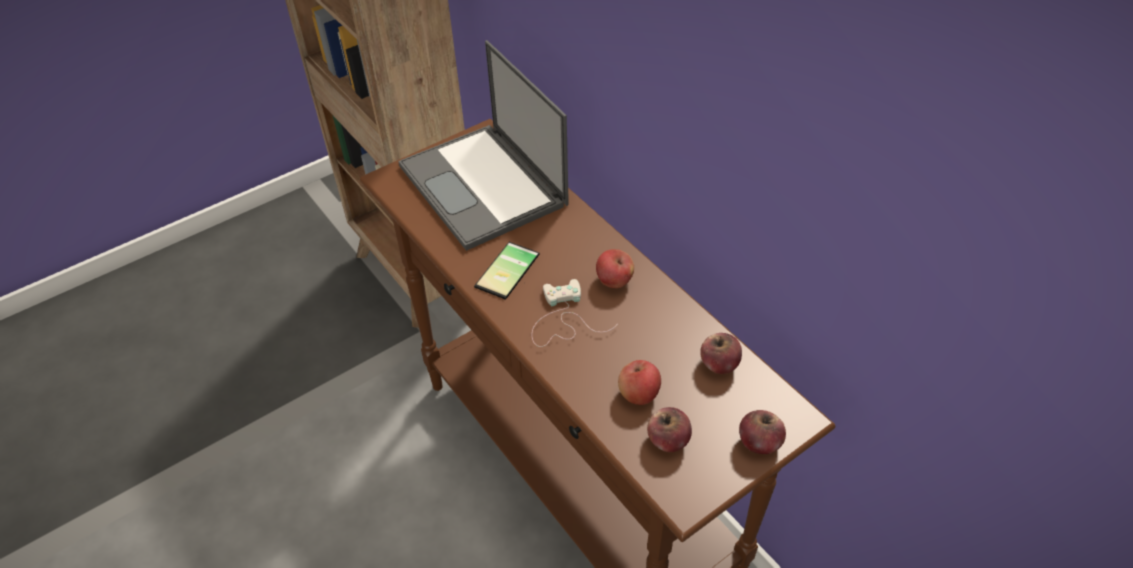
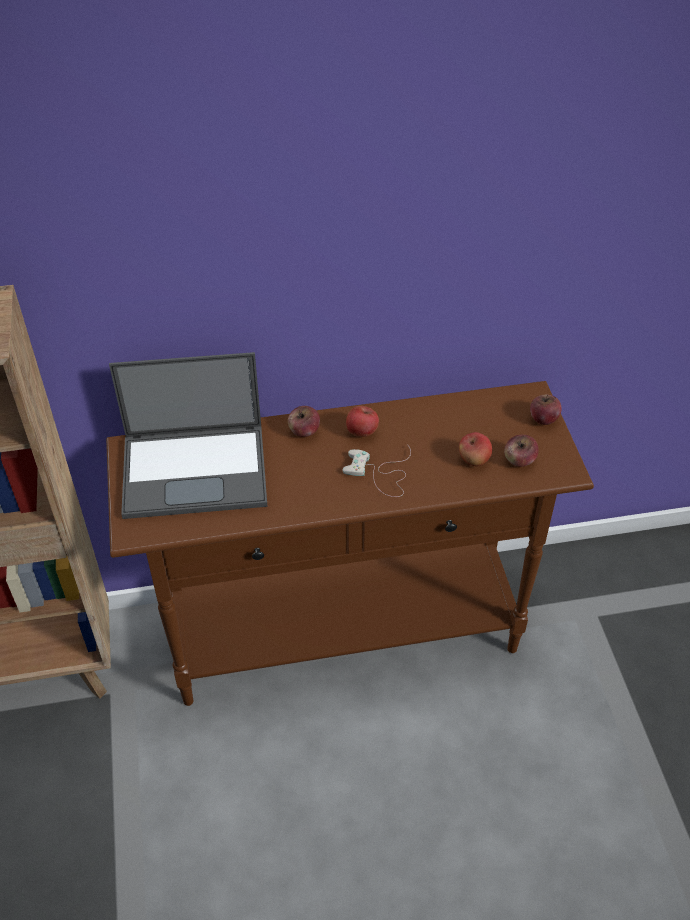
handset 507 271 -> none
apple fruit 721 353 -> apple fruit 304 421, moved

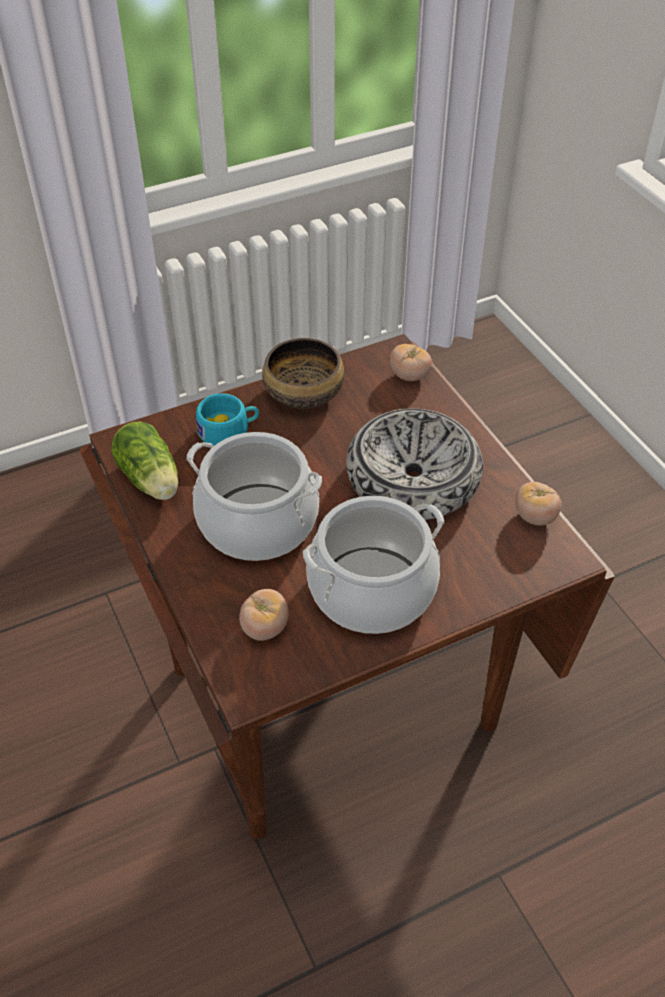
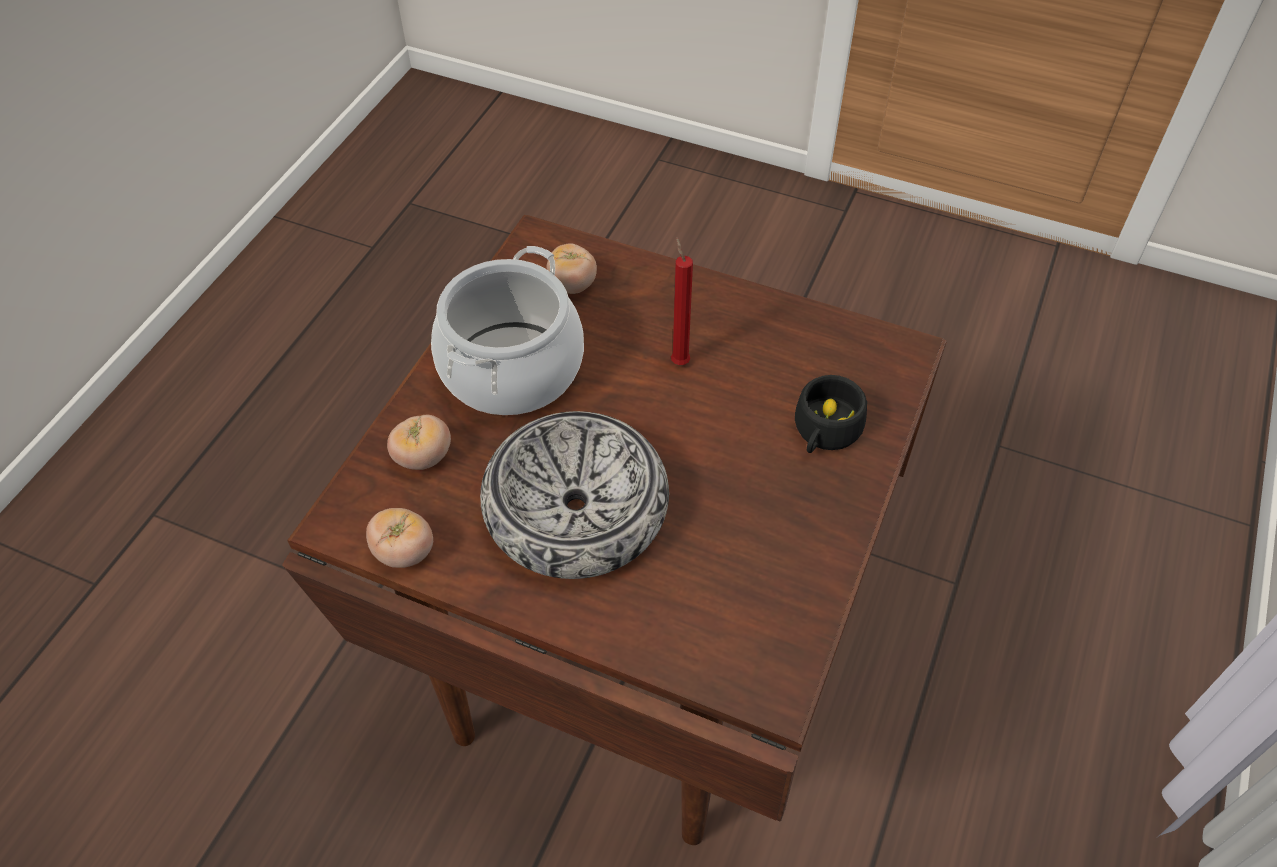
deep dish 303 373 -> none
whole tomato 410 362 -> whole tomato 419 442, moved
turquoise-coloured small cup 227 419 -> black-coloured small cup 831 414
head of lettuce 144 461 -> none
saucepot 254 496 -> red candle 682 301

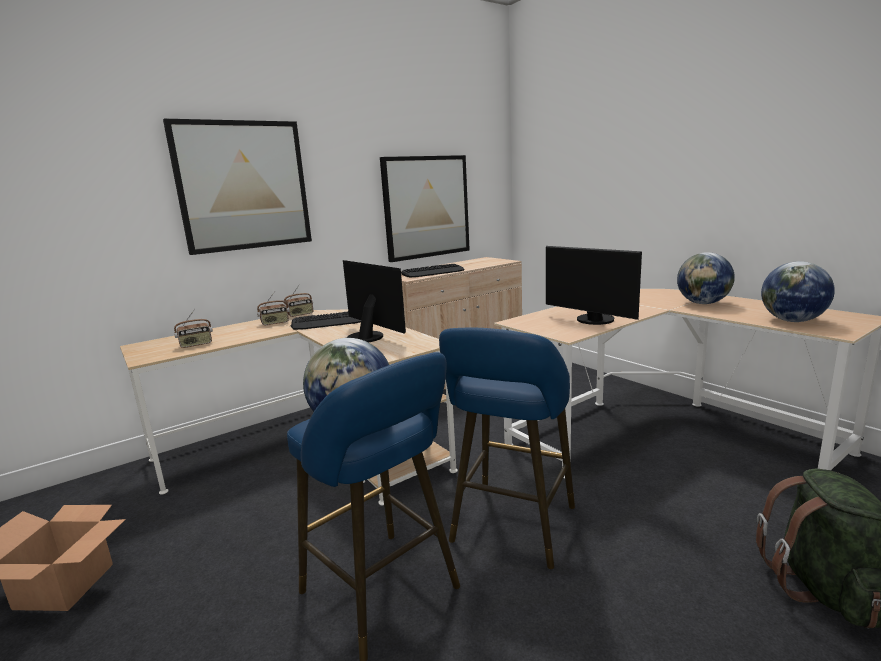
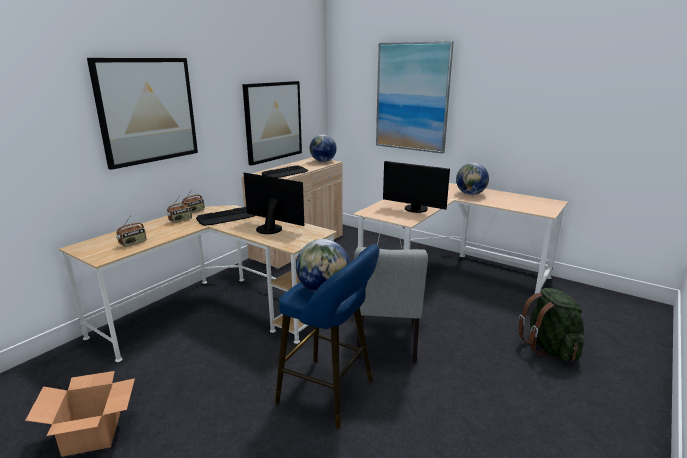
desk globe 798 291 -> desk globe 323 148, moved
bluish sitting stool 507 448 -> greyish plain chair 391 305
none -> wall art 415 97

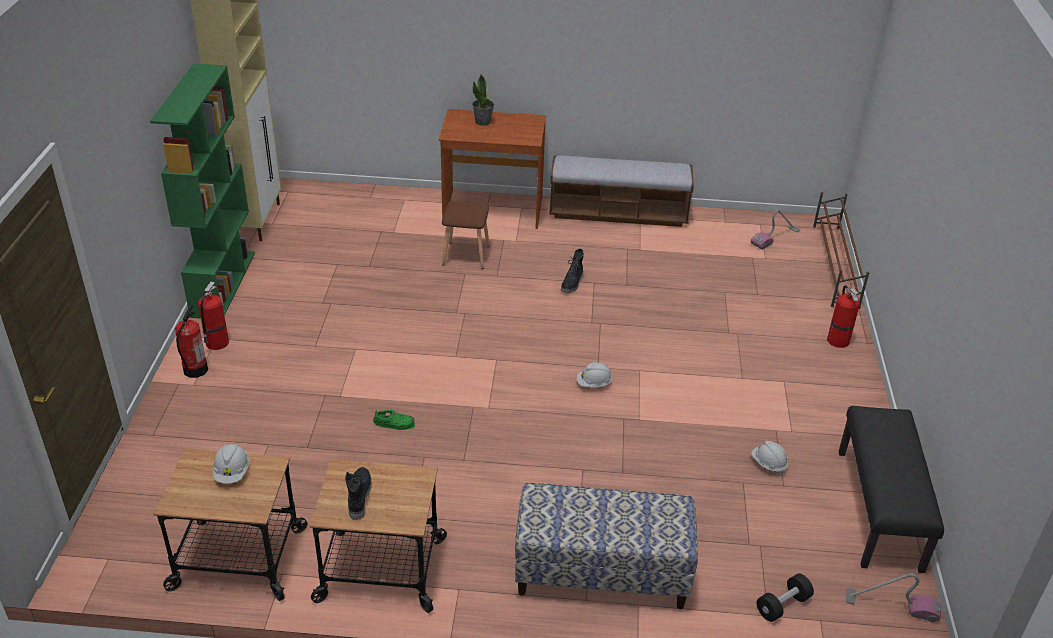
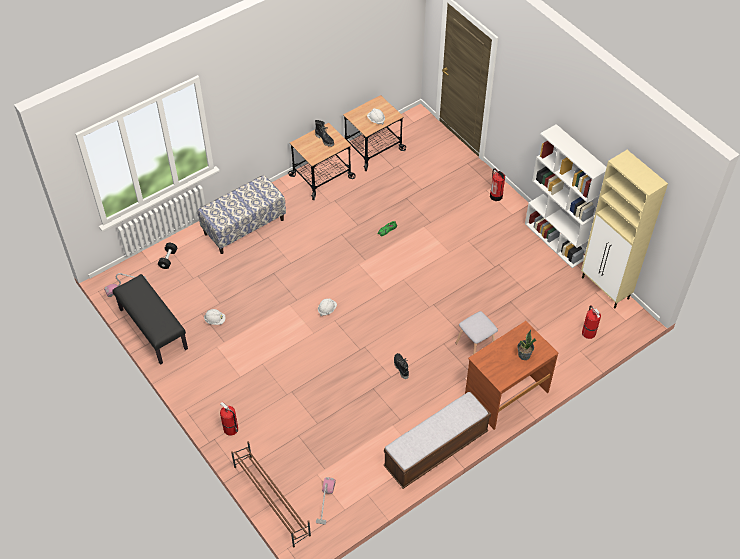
green bookshelf 202 191 -> white-coloured bookshelf 565 196
brown sitting stool 466 235 -> greyish sitting stool 477 332
fire extinguisher 213 316 -> fire extinguisher 591 322, moved

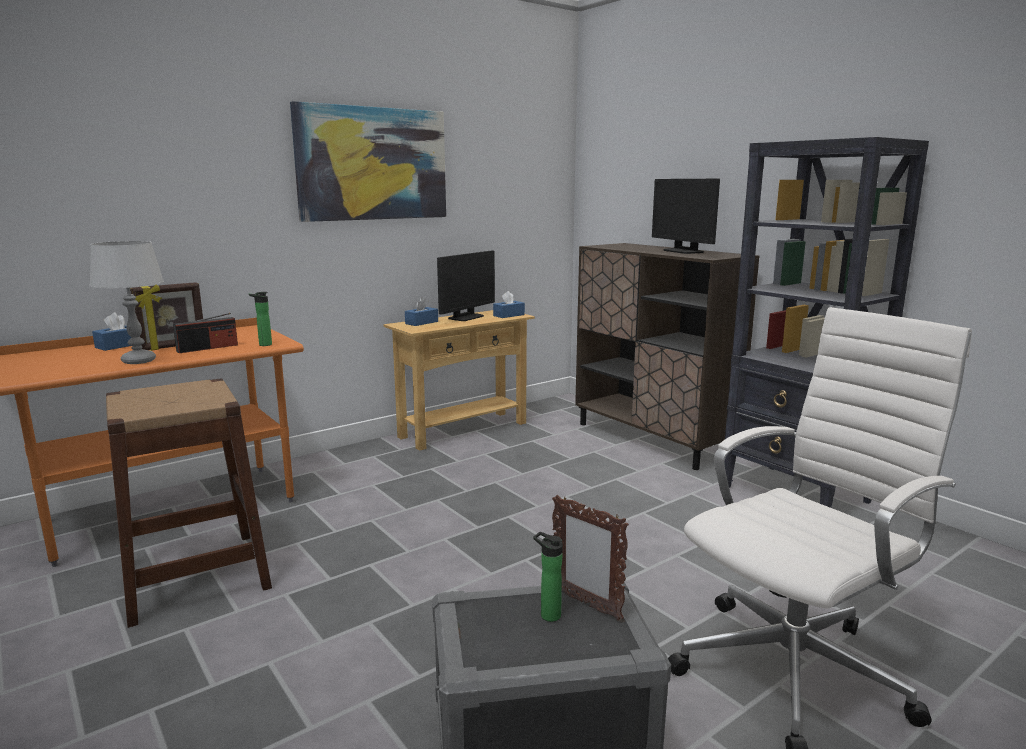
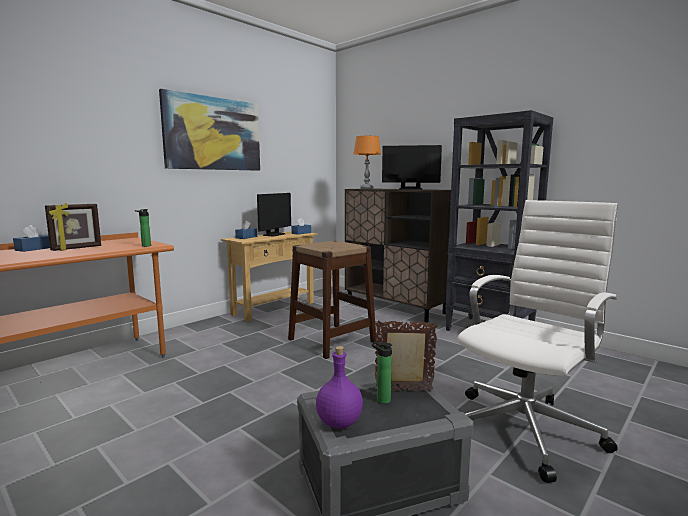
computer display 686 216 -> computer display 412 167, 135 degrees clockwise
greyish tabletop lamp 126 302 -> none
radio receiver 205 333 -> none
brown sitting stool 189 503 -> brown sitting stool 332 300, moved
picture frame 590 558 -> picture frame 406 356, 150 degrees clockwise
none -> orange tabletop lamp 367 162
none -> purple beverage bottle 339 387

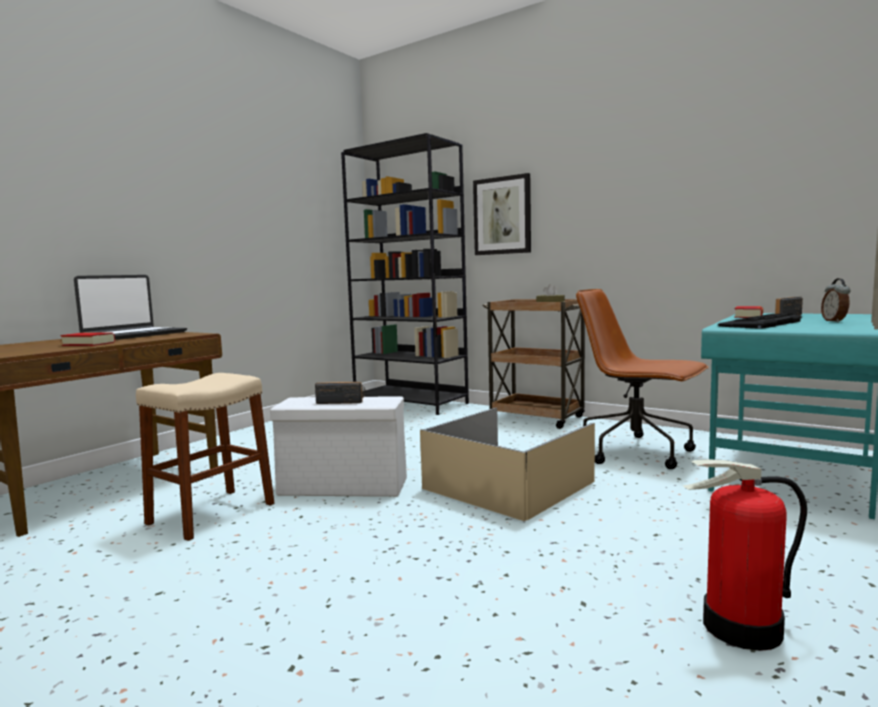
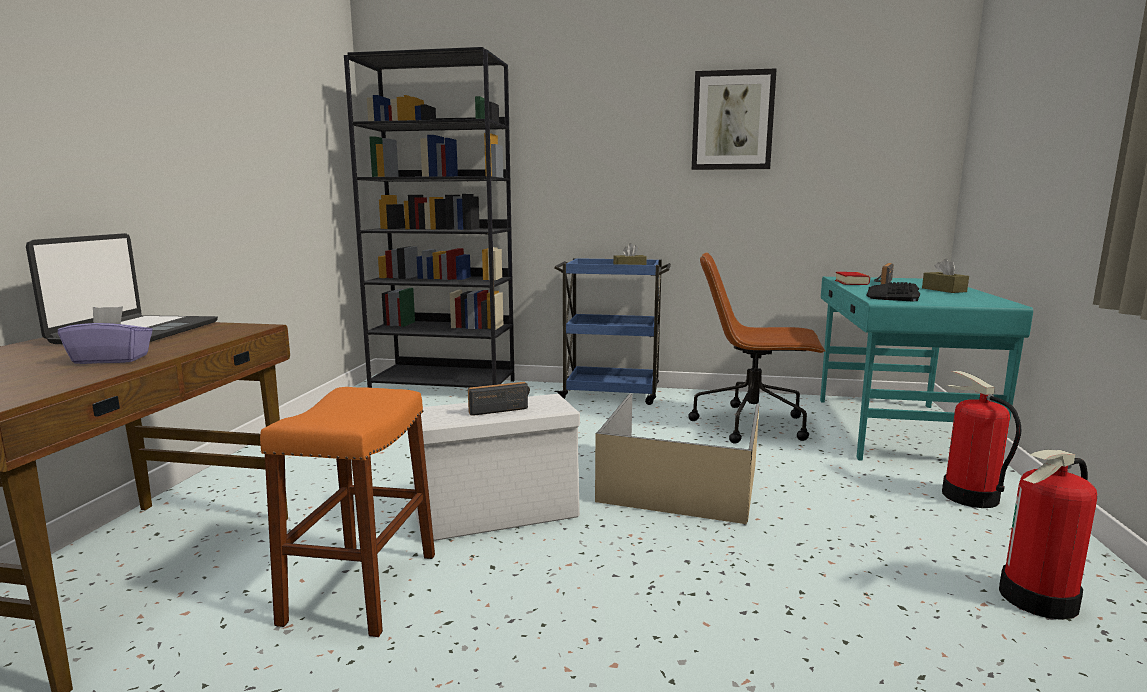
wall art 502 214 -> wall art 734 119, moved
alarm clock 836 300 -> brown tissue box 945 276
brown cart 534 364 -> bluish cart 612 331
volume 87 339 -> purple tissue box 105 335
beige-coloured sitting stool 205 457 -> orange sitting stool 347 512
none -> fire extinguisher 981 439

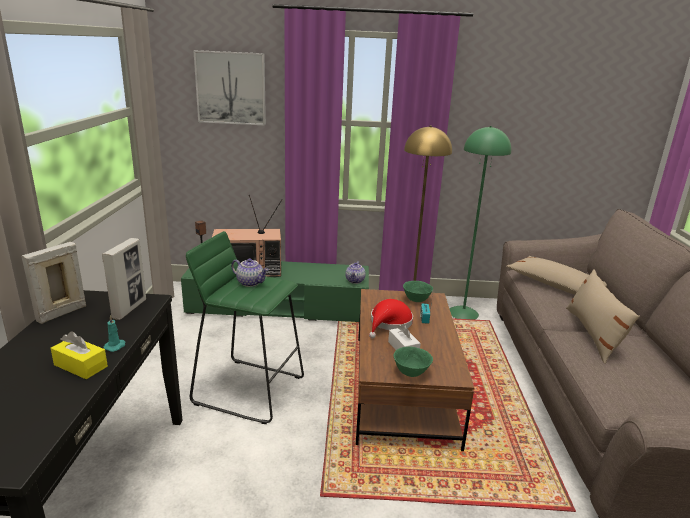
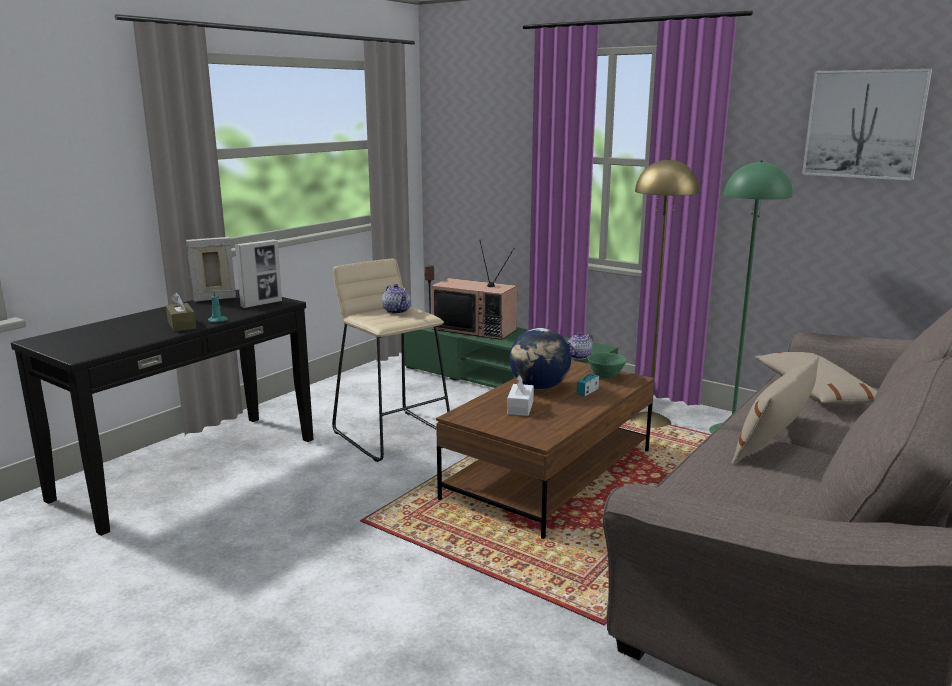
wall art 229 88 -> wall art 867 125, moved
green sitting stool 245 327 -> beige-coloured sitting stool 391 360
red wearable hat 391 319 -> desk globe 540 358
yellowish tissue box 79 355 -> brown tissue box 181 312
green deep dish 413 362 -> none

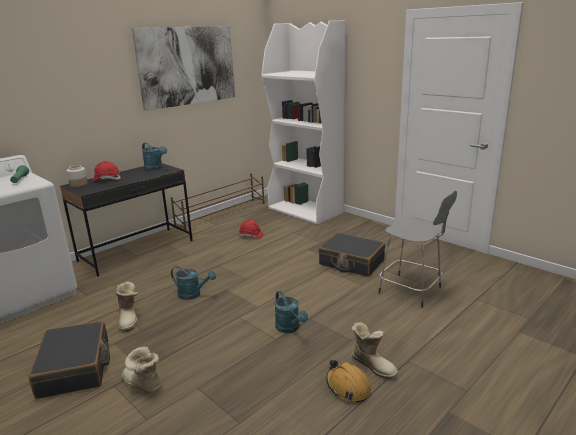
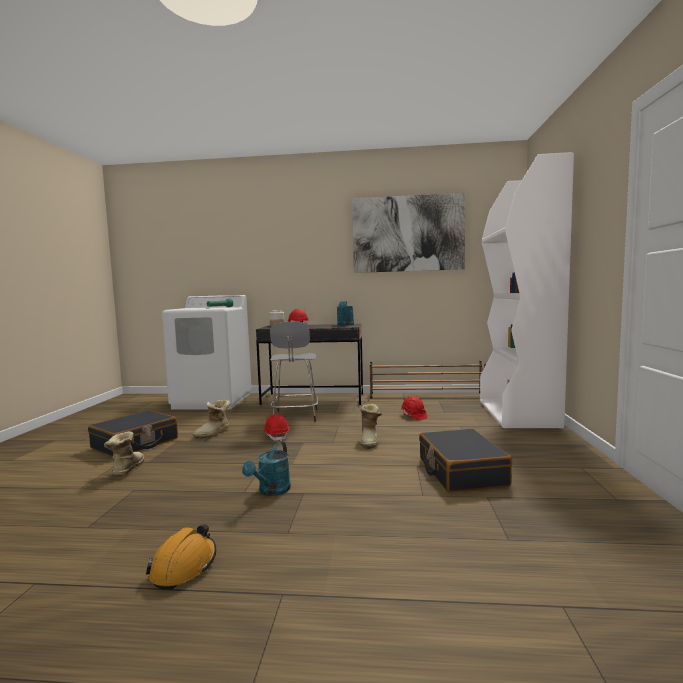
greyish sitting stool 417 249 -> greyish sitting stool 294 372, moved
turquoise-coloured watering pot 193 283 -> red safety helmet 277 427
boot 374 351 -> boot 371 426, moved

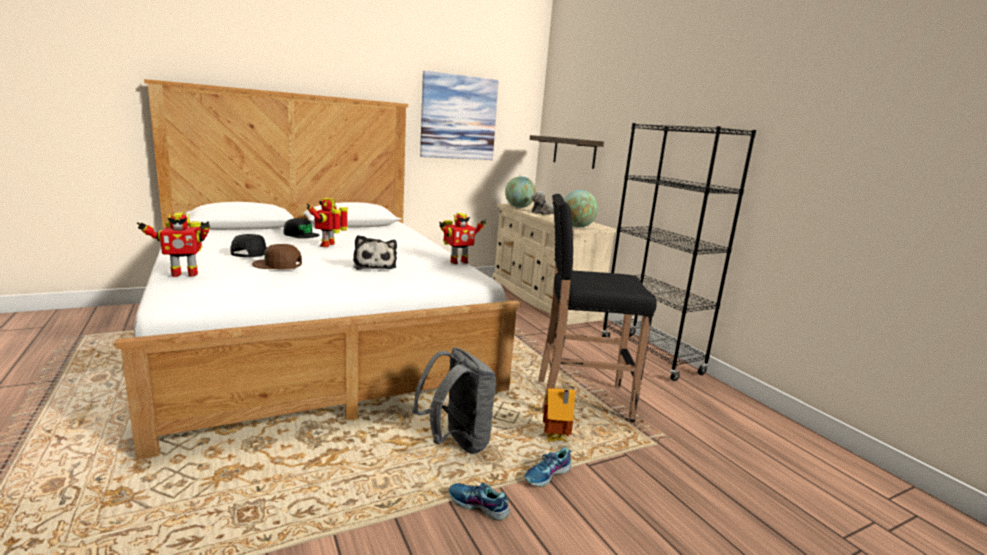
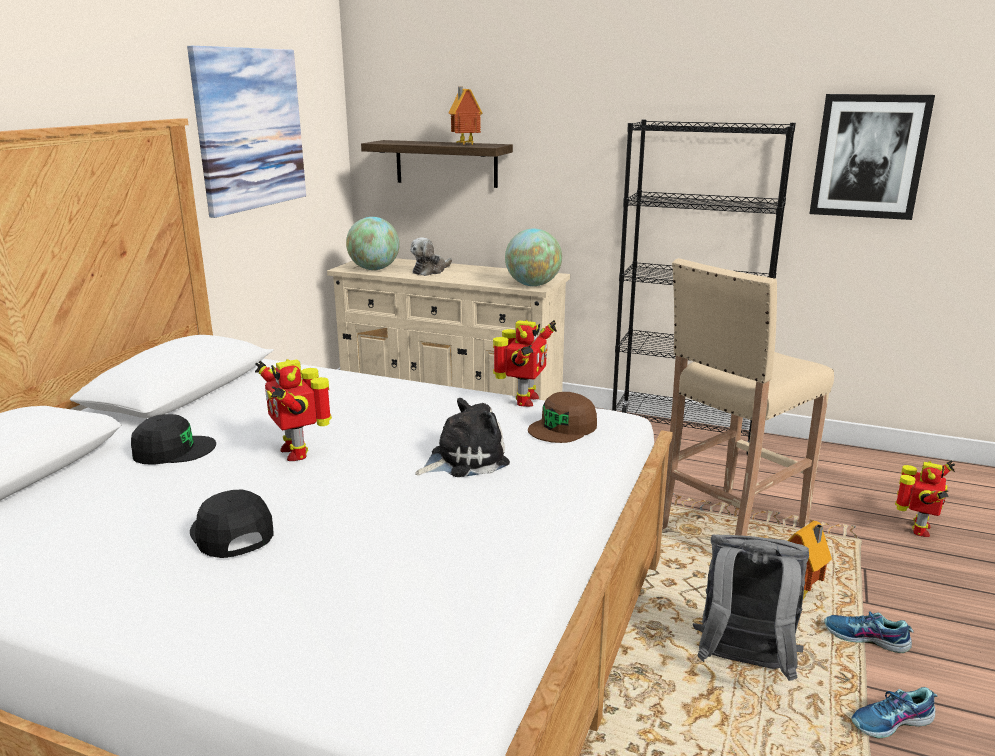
black-coloured sitting stool 597 308 -> beige-coloured sitting stool 748 397
robot figure 173 244 -> robot figure 925 498, moved
plush toy 375 252 -> plush toy 462 437, 60 degrees counterclockwise
brown baseball cap 277 257 -> brown baseball cap 562 417, moved
low shoe 548 467 -> low shoe 869 632, 105 degrees clockwise
none -> model house 466 115
none -> wall art 872 157

